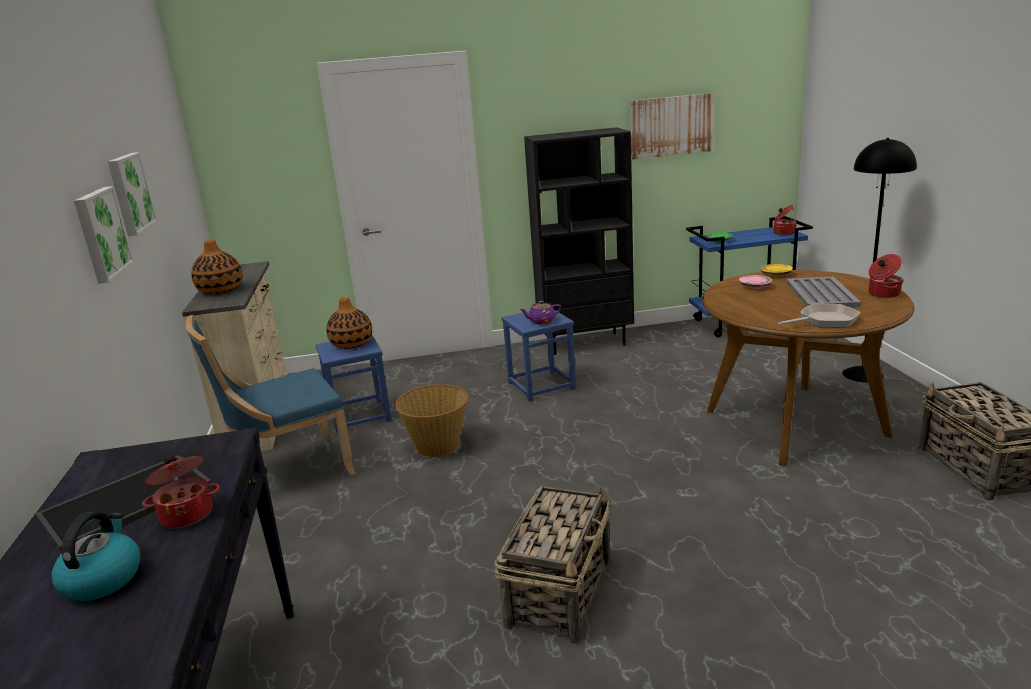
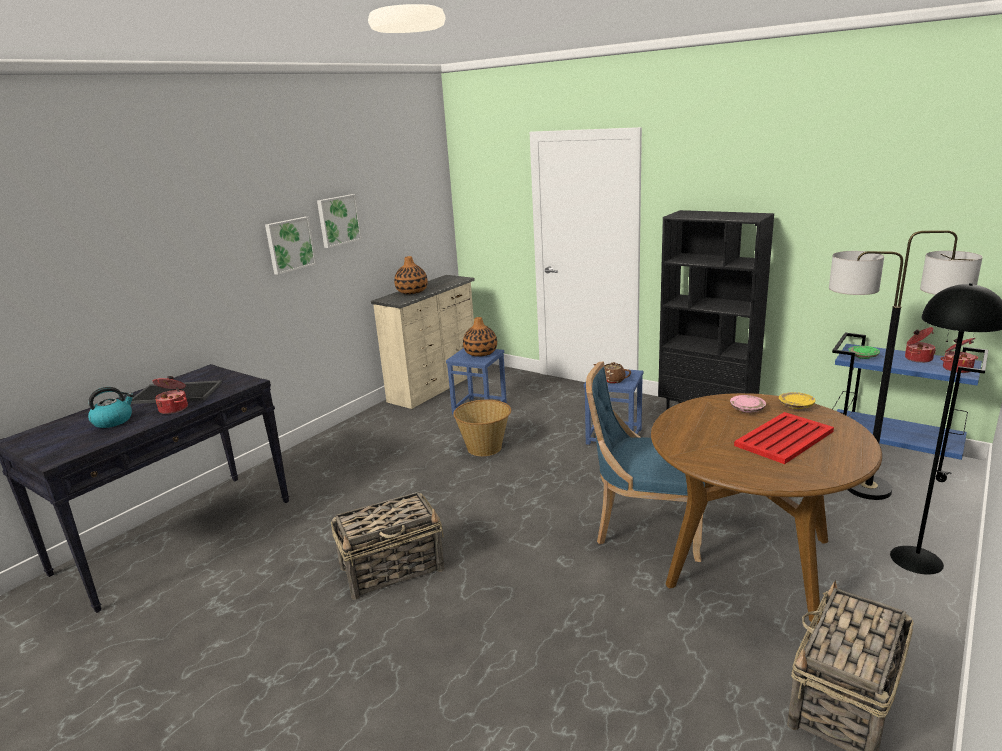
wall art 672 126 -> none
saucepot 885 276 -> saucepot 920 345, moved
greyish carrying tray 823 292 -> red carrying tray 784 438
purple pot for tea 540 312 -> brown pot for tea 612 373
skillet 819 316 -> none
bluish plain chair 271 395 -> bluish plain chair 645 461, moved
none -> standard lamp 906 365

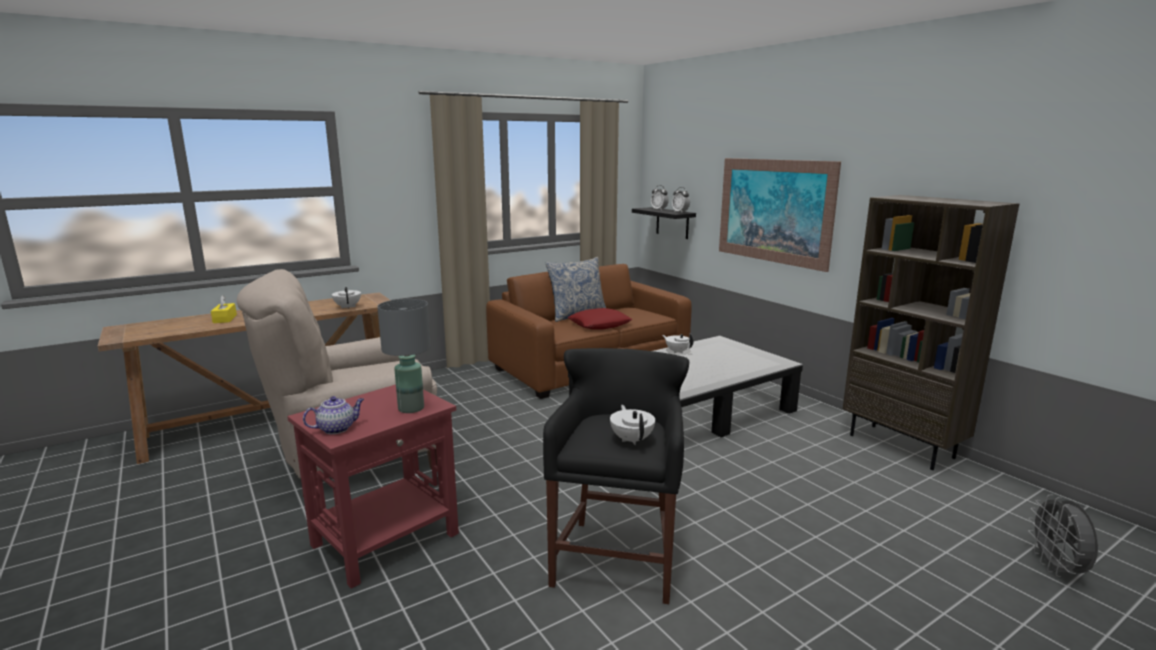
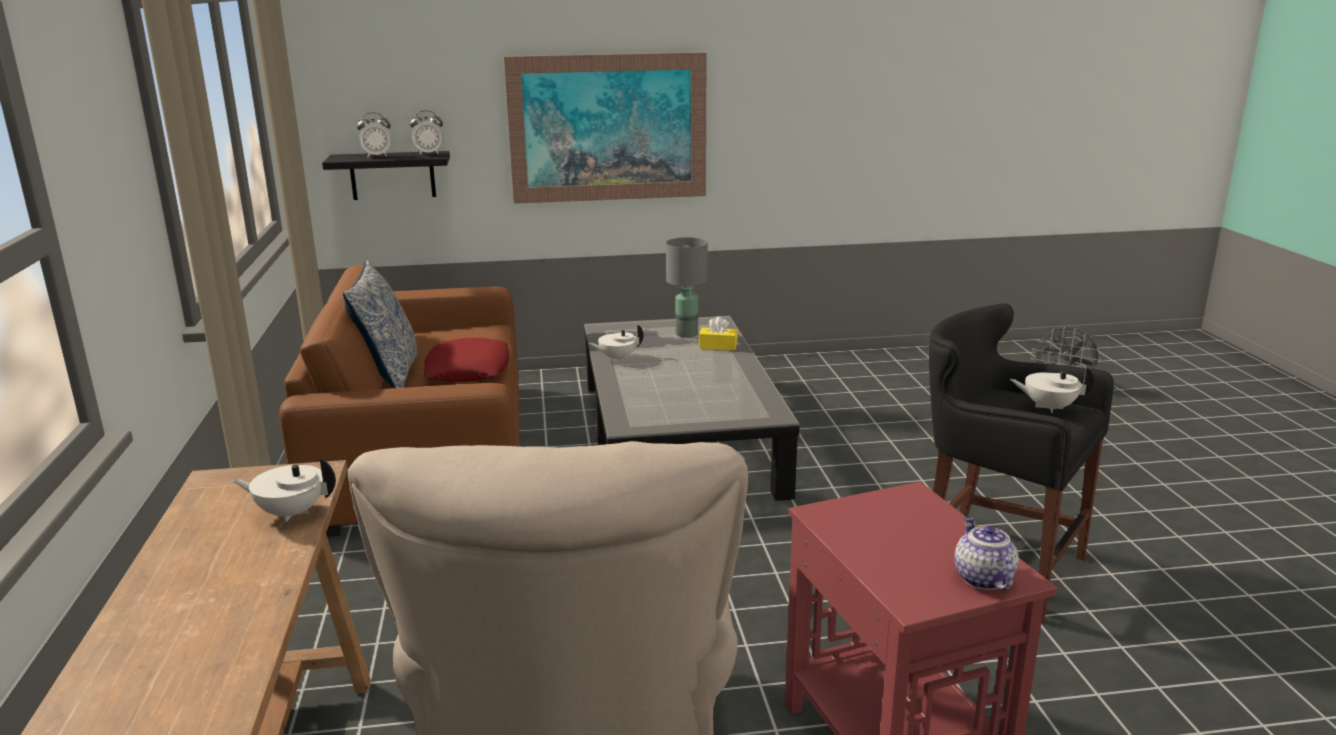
brown bookshelf 931 332 -> none
yellowish tissue box 224 309 -> yellowish tissue box 718 333, moved
greyish tabletop lamp 404 356 -> greyish tabletop lamp 687 287, moved

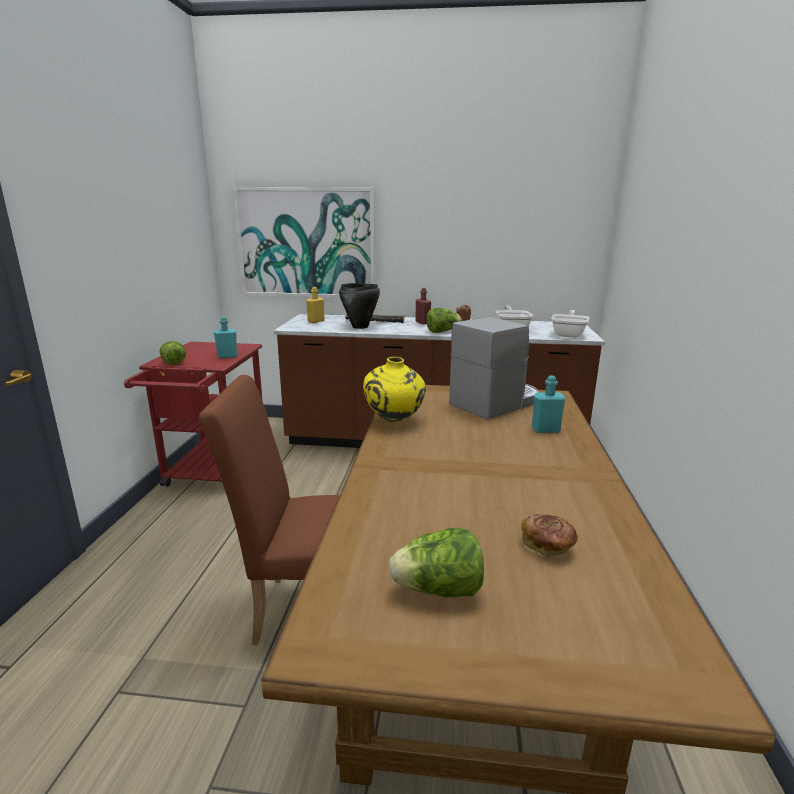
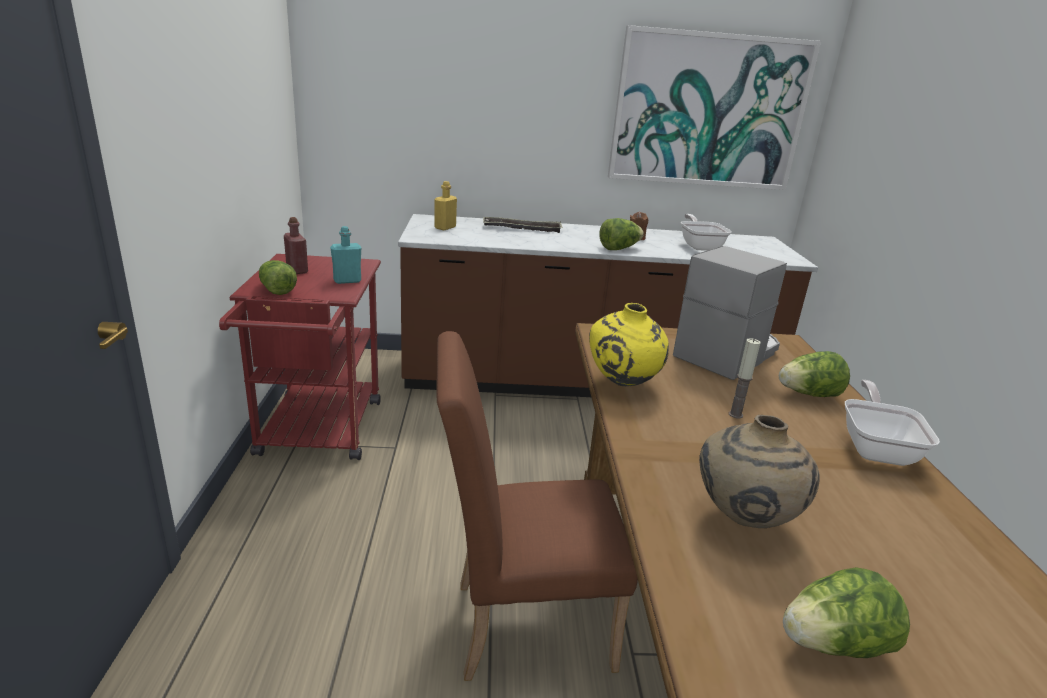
wall art 304 242 -> wall art 714 107, moved
black-coloured saucepot 359 306 -> none
red beverage bottle 423 306 -> red beverage bottle 296 245, moved
skillet 570 324 -> skillet 892 423, moved
turquoise-coloured beverage bottle 549 404 -> head of lettuce 814 374
bakery bread 549 536 -> none
none -> candle 745 378
none -> beige-coloured decorative vase 759 471

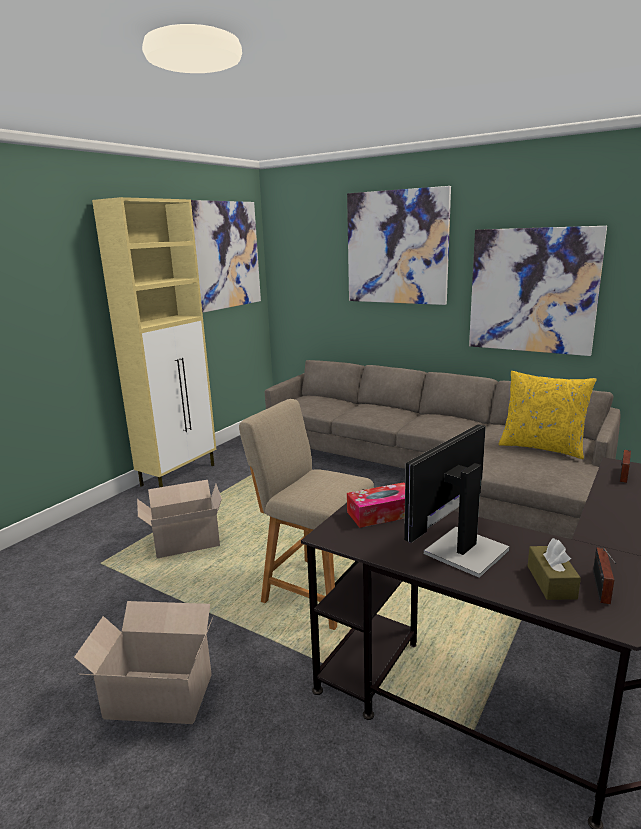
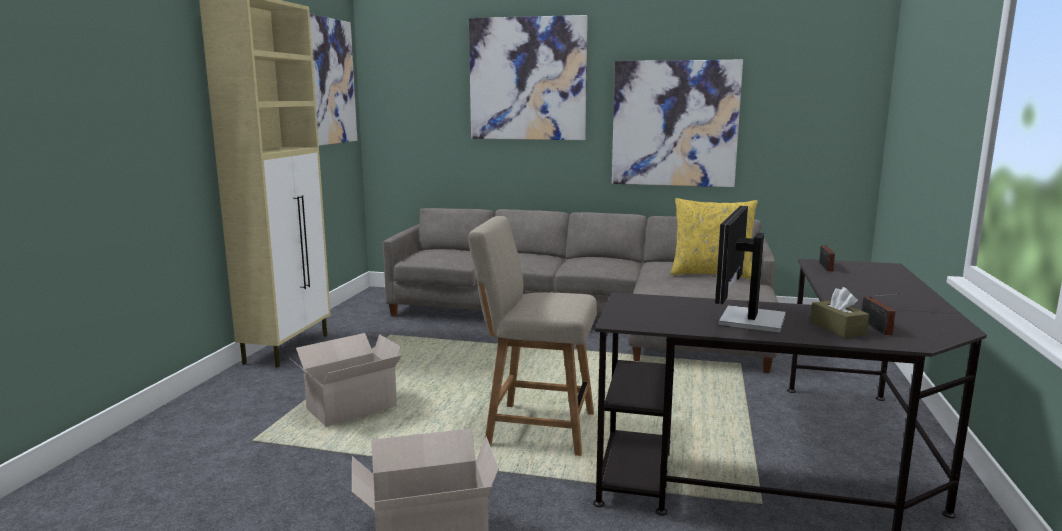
tissue box 376 505 -> none

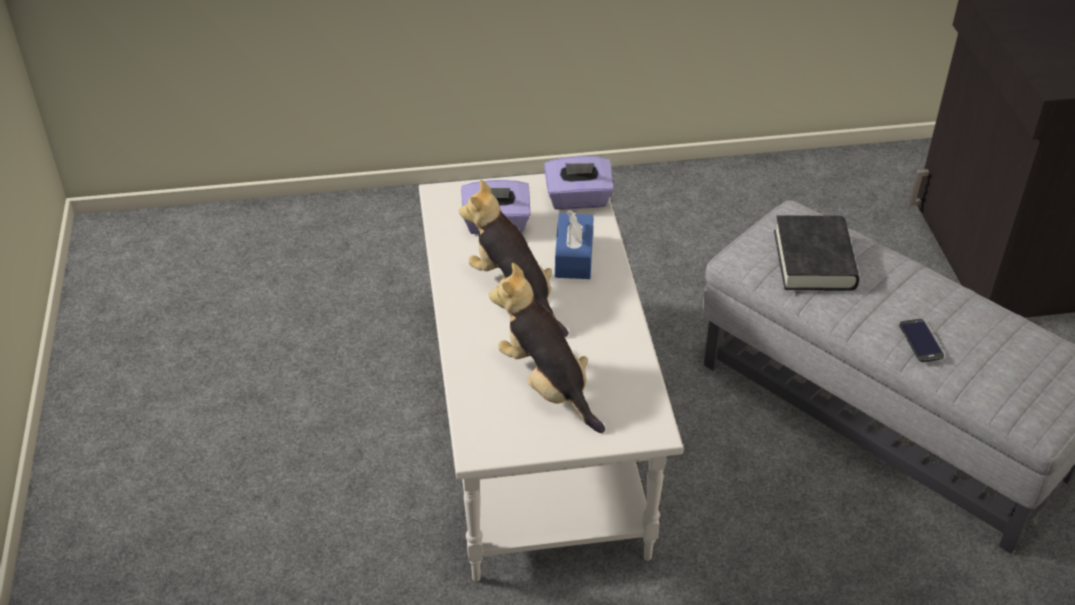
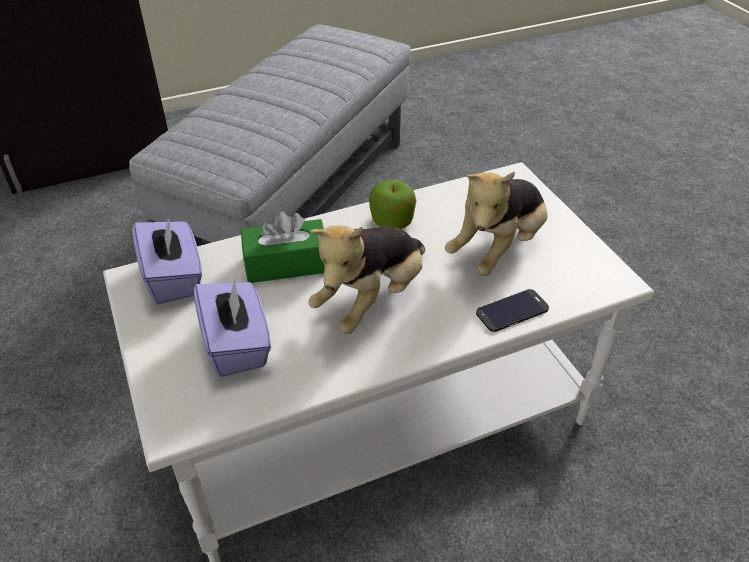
bluish tissue box 574 244 -> green tissue box 283 247
black-coloured volume 816 253 -> none
handset 921 340 -> handset 512 310, moved
none -> apple fruit 392 204

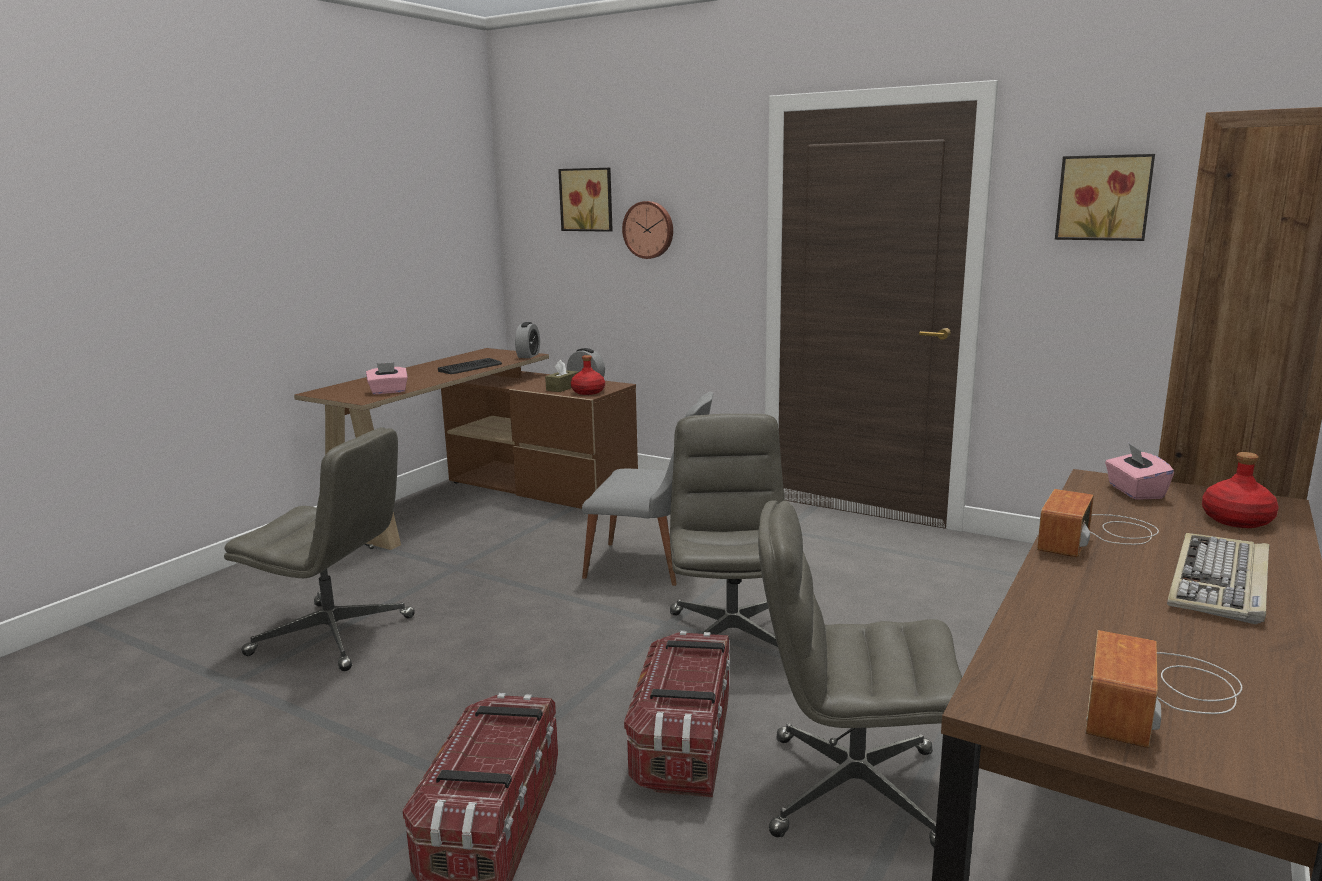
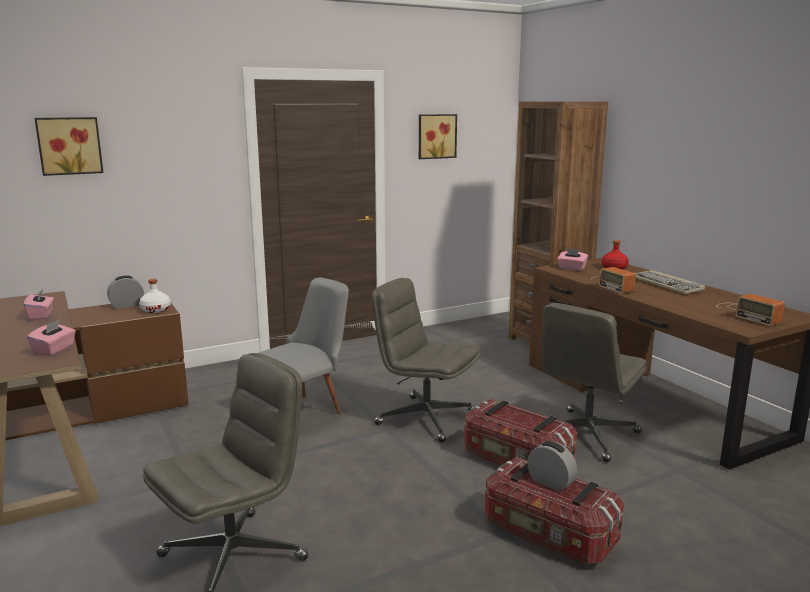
wall clock 647 230 -> none
alarm clock 527 340 -> alarm clock 552 466, moved
red beverage bottle 588 375 -> white-coloured beverage bottle 155 296
PC keyboard 470 366 -> pink tissue box 38 304
brown tissue box 562 376 -> none

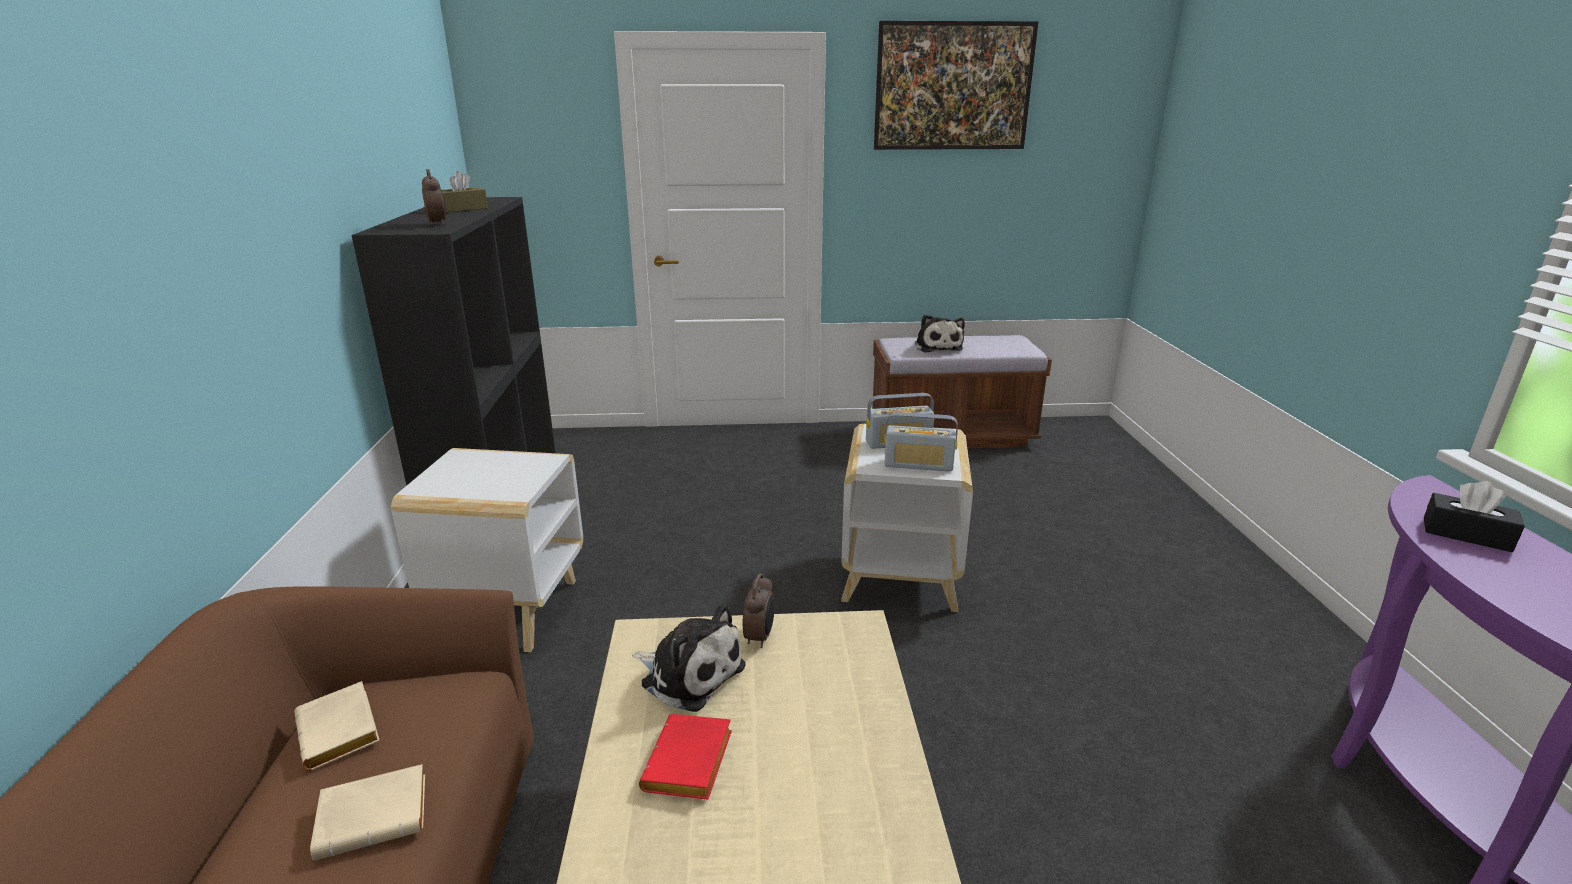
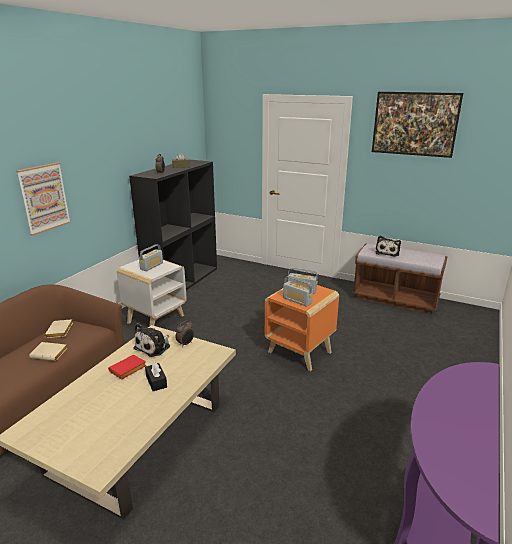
white-coloured end table 907 518 -> orange end table 302 328
black-coloured tissue box 1474 516 -> black-coloured tissue box 156 376, moved
plush toy 689 657 -> plush toy 151 340, 60 degrees clockwise
none -> wall art 43 199
none -> radio receiver 151 257

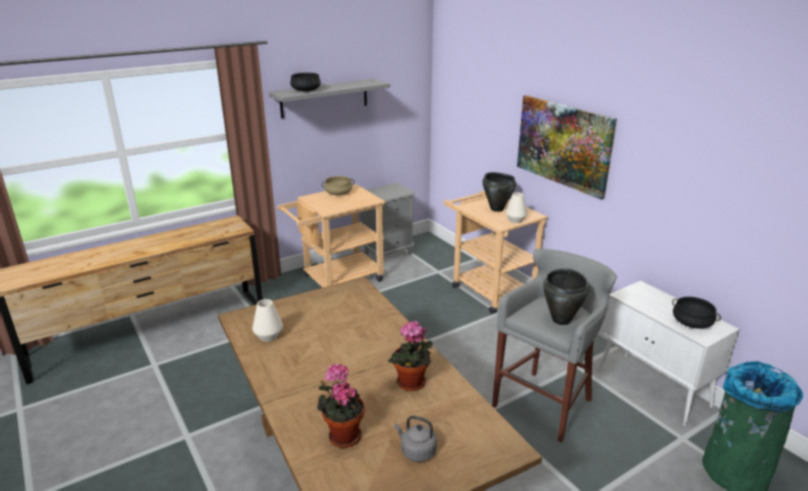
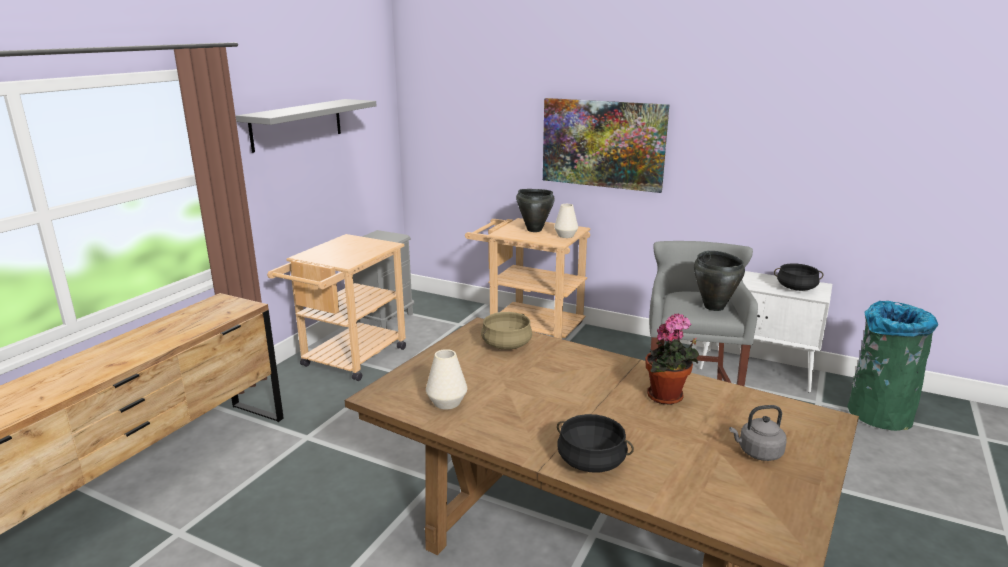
black-coloured saucepot 305 82 -> black-coloured saucepot 595 443, moved
beige-coloured saucepot 338 185 -> beige-coloured saucepot 506 331, moved
plant in a pot 341 406 -> none

